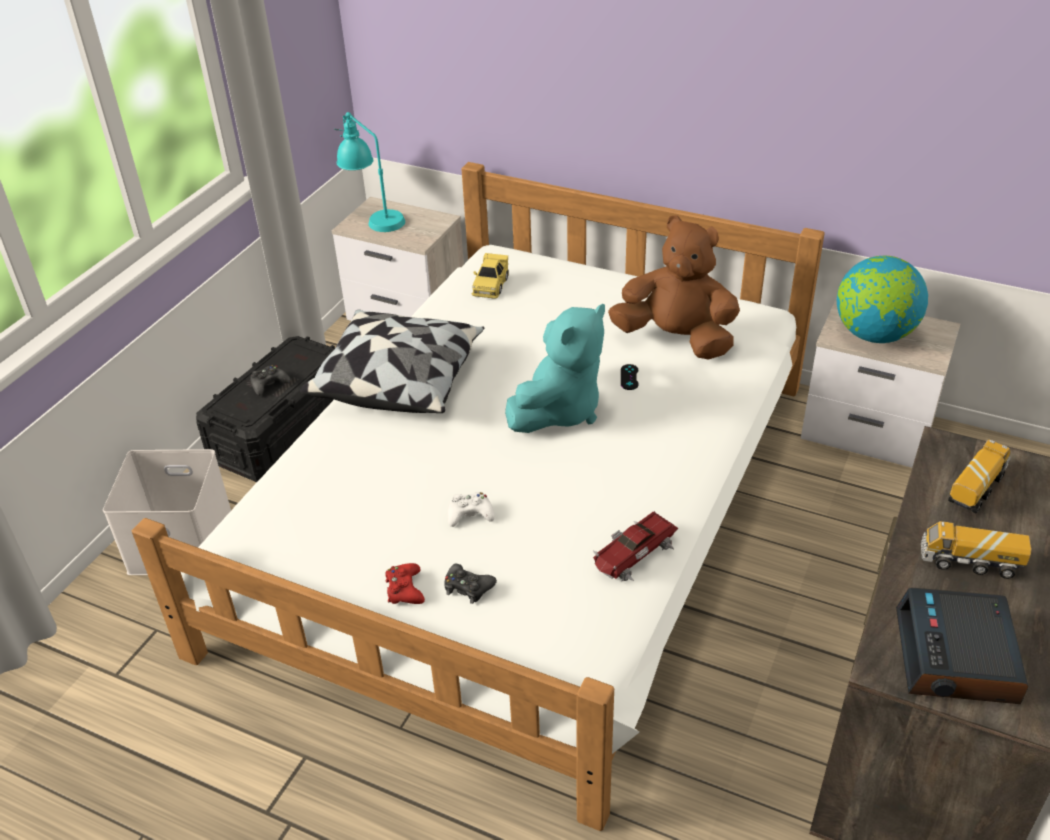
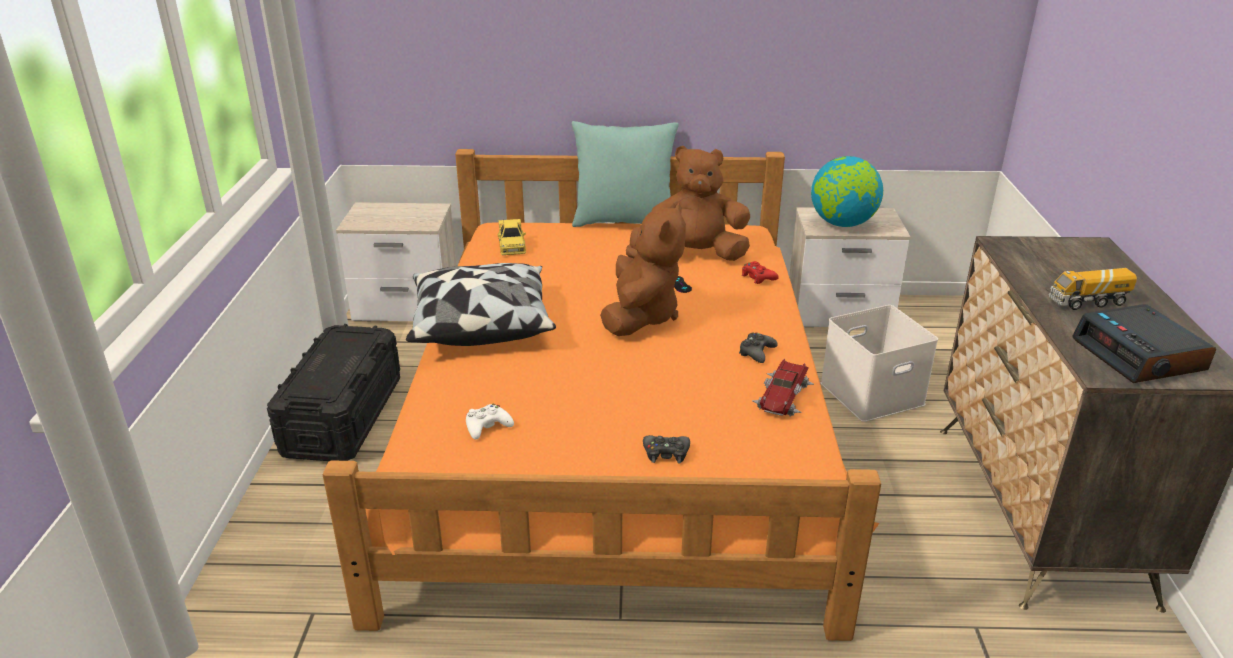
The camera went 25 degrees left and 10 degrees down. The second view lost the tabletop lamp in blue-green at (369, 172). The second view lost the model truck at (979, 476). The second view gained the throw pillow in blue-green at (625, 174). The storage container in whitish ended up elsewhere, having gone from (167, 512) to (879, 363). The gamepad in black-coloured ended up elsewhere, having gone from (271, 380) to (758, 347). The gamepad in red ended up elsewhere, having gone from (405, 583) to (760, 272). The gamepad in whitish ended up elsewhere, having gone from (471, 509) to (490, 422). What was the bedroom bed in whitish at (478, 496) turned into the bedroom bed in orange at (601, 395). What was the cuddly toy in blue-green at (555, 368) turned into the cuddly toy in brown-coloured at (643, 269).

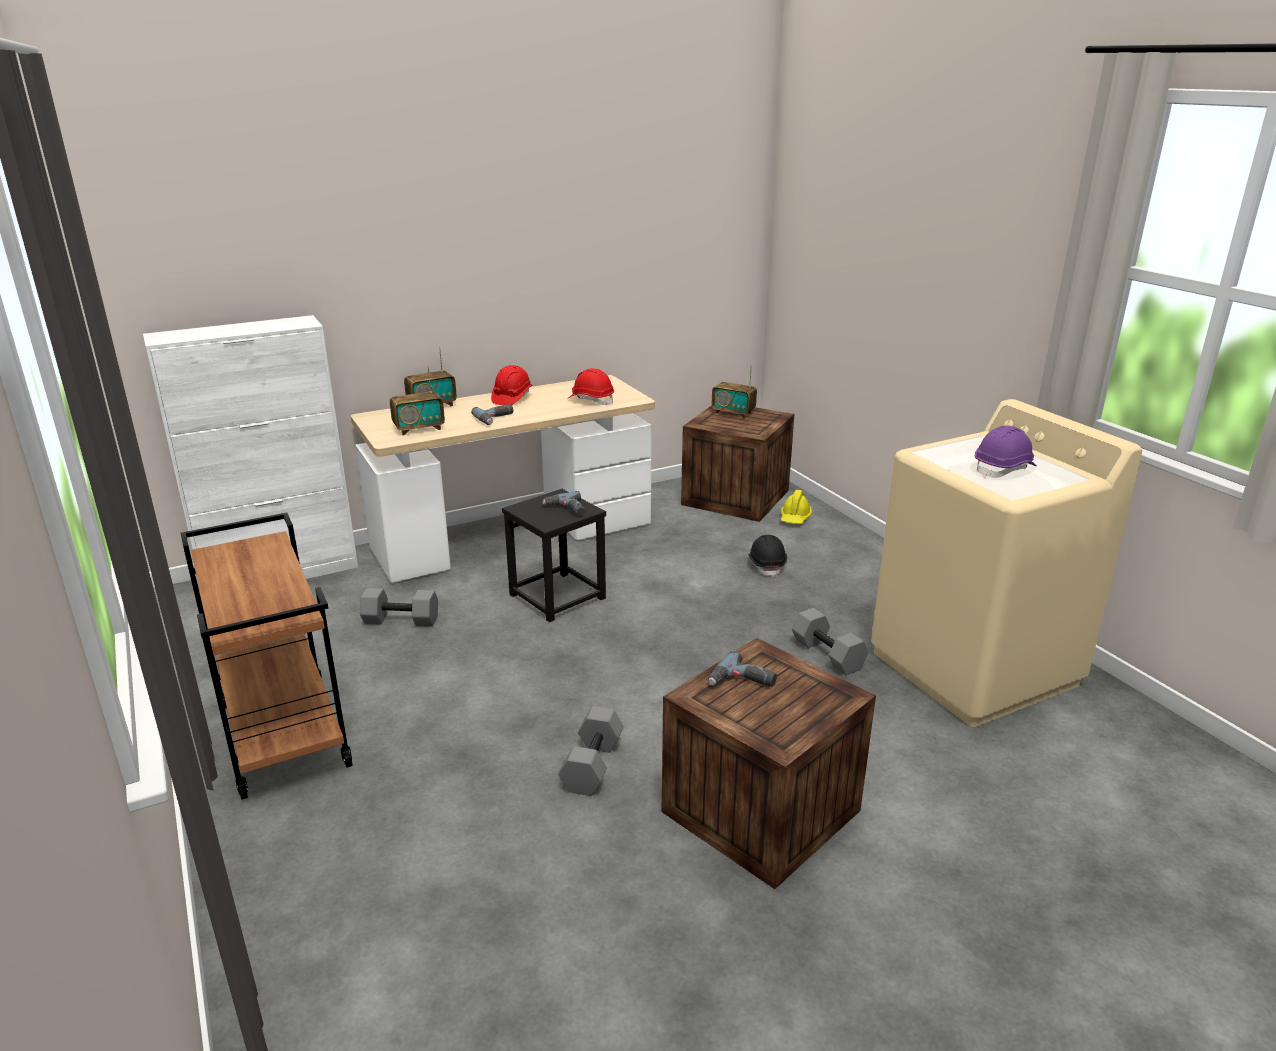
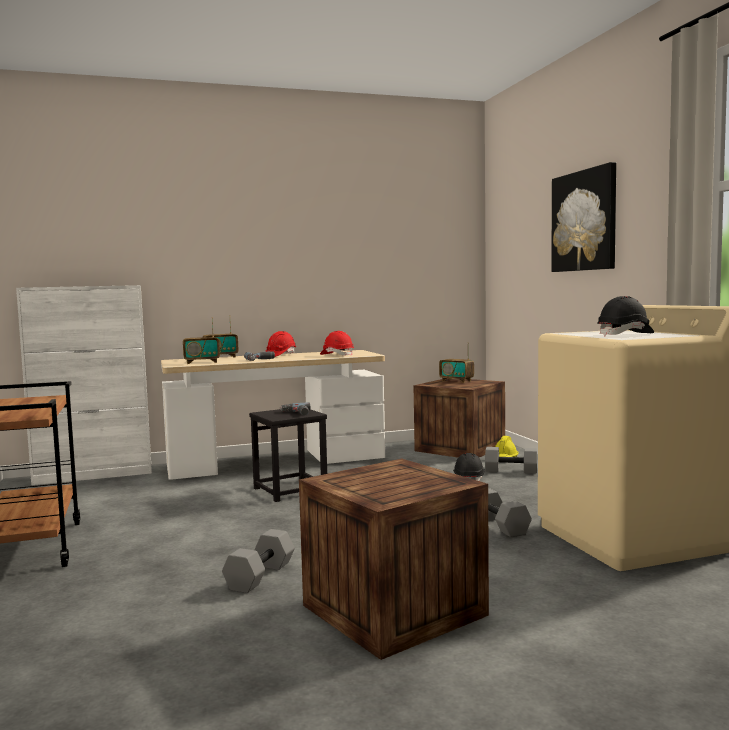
The camera went 10 degrees right and 20 degrees down. The second view lost the drill at (742, 668). The second view gained the picture at (583, 217). The dumbbell in grey ended up elsewhere, having gone from (399, 607) to (511, 460). What was the safety helmet in purplish at (1006, 452) turned into the safety helmet in black-coloured at (625, 316).

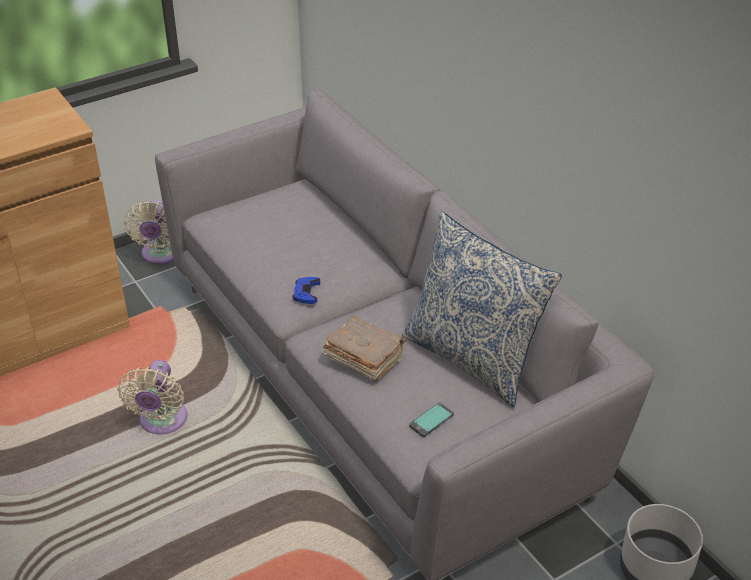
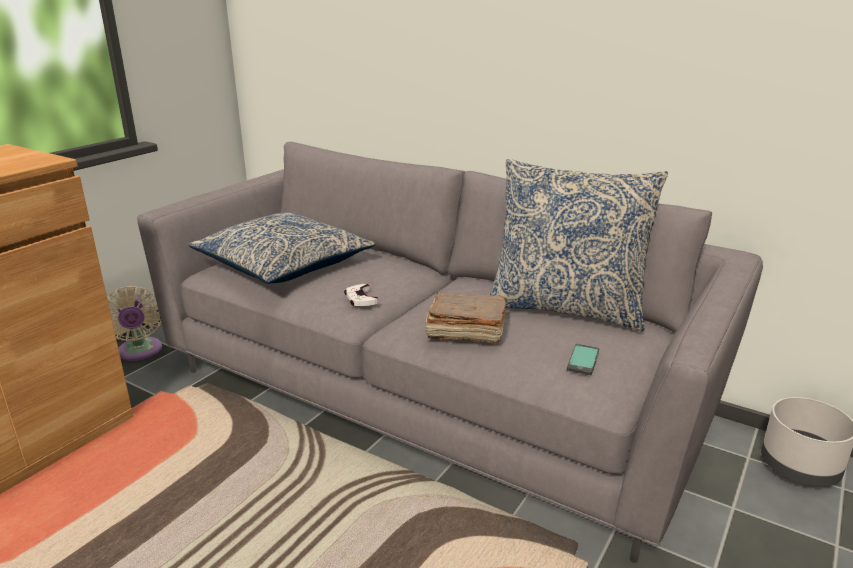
The camera went 25 degrees left and 15 degrees down. The second view lost the electric fan in sand-coloured at (152, 397). The second view gained the throw pillow at (282, 248). What was the gamepad in blue at (306, 290) turned into the gamepad in whitish at (361, 295).

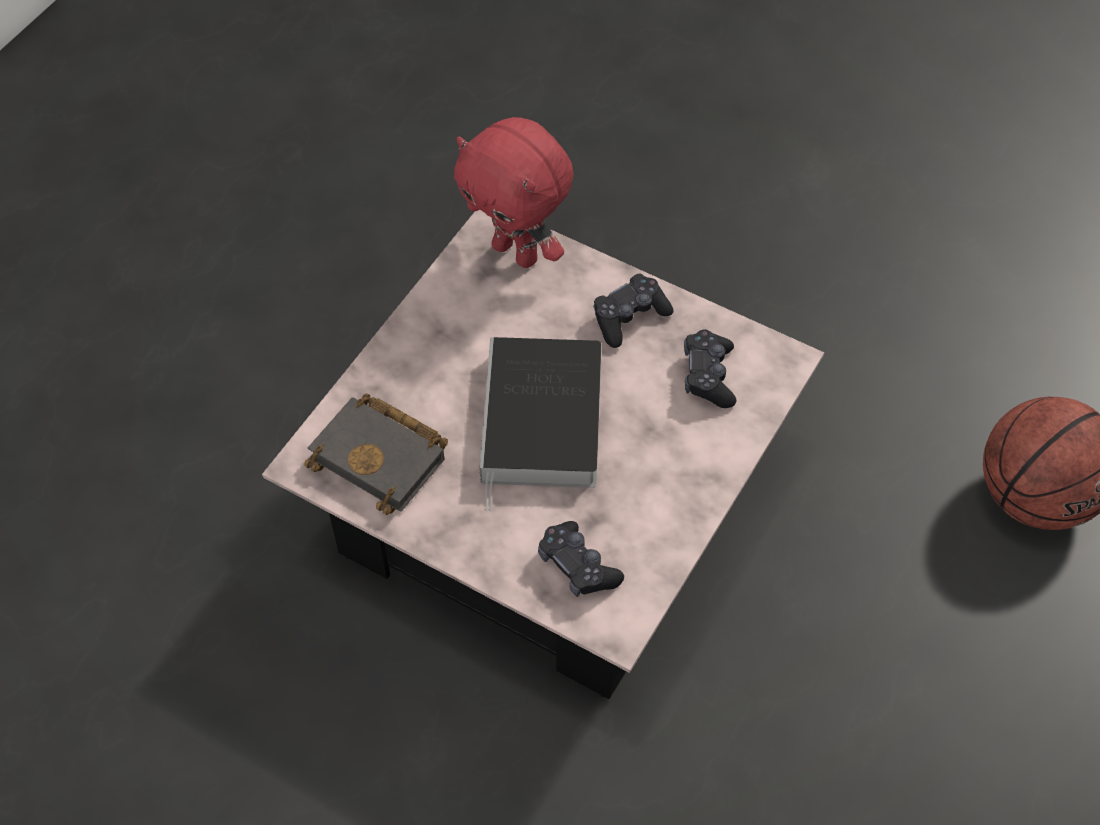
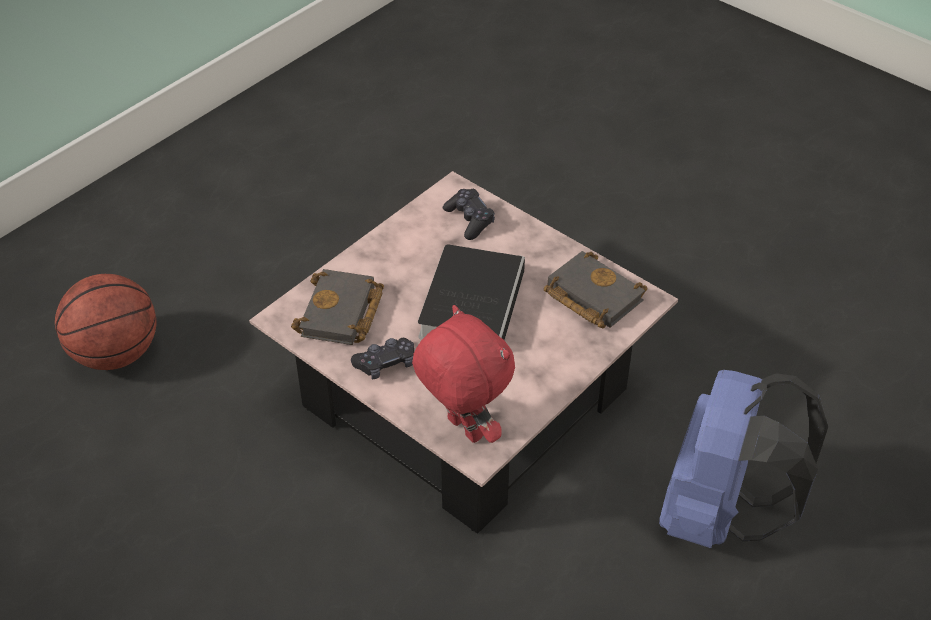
The camera went 170 degrees left and 10 degrees down. The second view gained the knapsack in blue at (743, 459). Where the gamepad in black-coloured stood at (710, 368), the bound book in black-coloured came to stand at (337, 307).

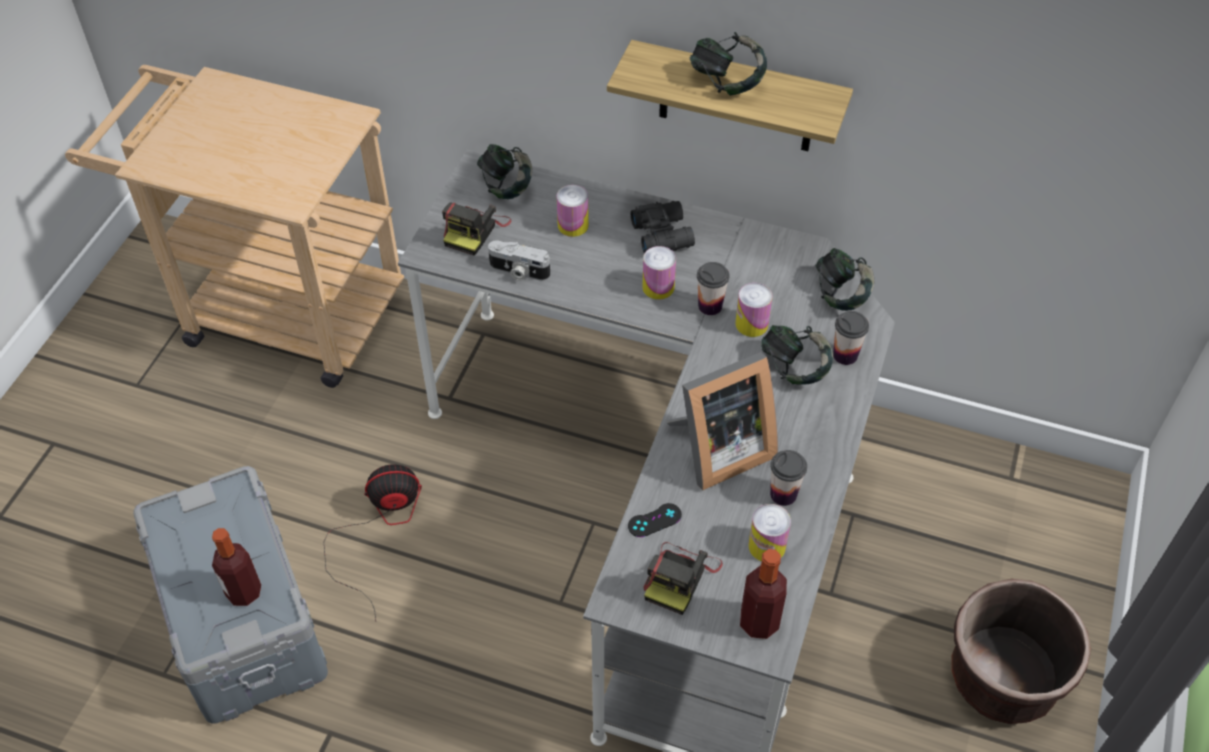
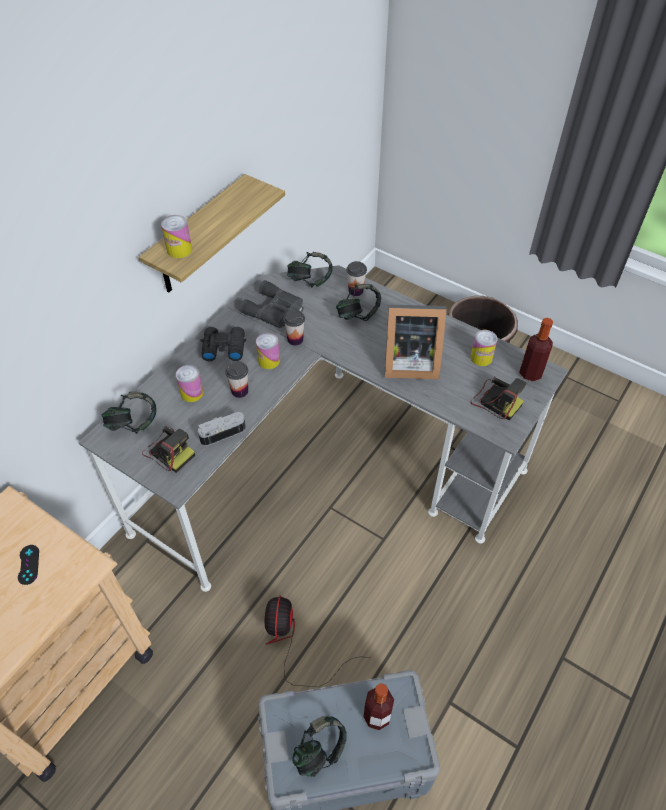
The camera went 75 degrees left and 0 degrees up. The second view gained the field glasses in grey at (271, 304). The gamepad in black-coloured ended up elsewhere, having gone from (655, 520) to (28, 565). The headset ended up elsewhere, having gone from (728, 64) to (319, 746). The metal can ended up elsewhere, having gone from (754, 310) to (176, 236). The drinking cup ended up elsewhere, having gone from (788, 478) to (236, 379). The still camera at (519, 260) ended up facing another way, 150 degrees counterclockwise from before. The standing frame at (722, 421) ended up facing another way, 105 degrees clockwise from before.

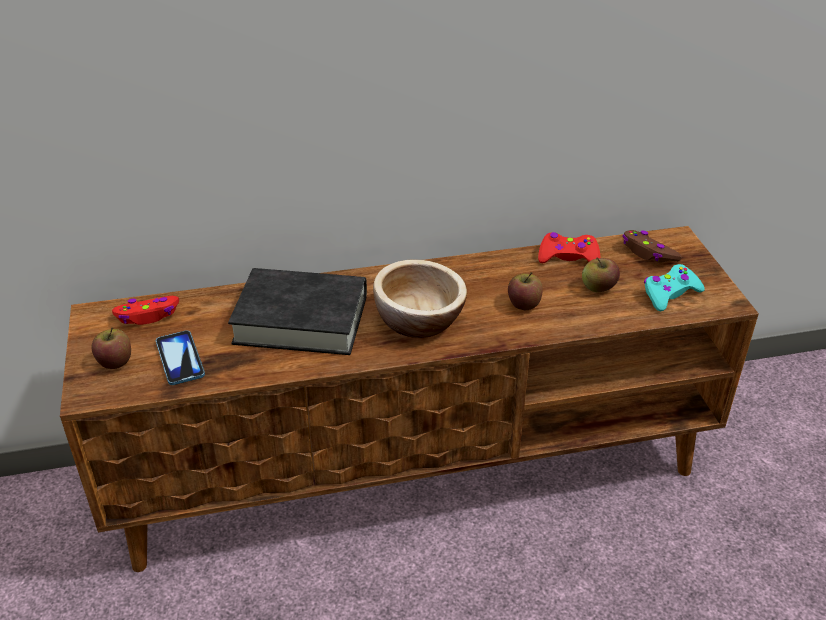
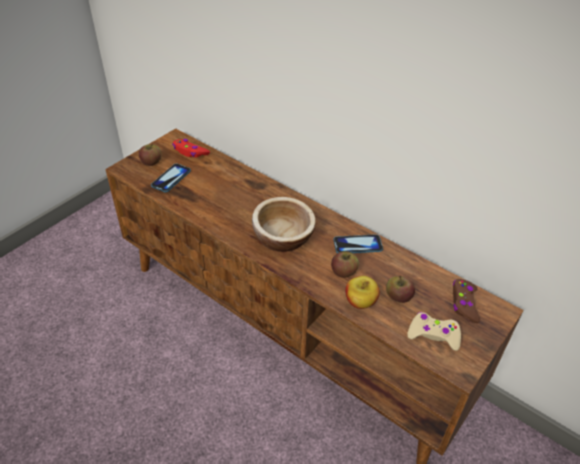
The camera went 50 degrees right and 5 degrees up. The second view lost the bound book in black-coloured at (297, 311). The second view lost the gamepad in red at (569, 247). The second view gained the telephone at (358, 243). The second view gained the whole apple at (362, 292). What was the gamepad in blue-green at (674, 287) turned into the gamepad in sand-coloured at (434, 331).

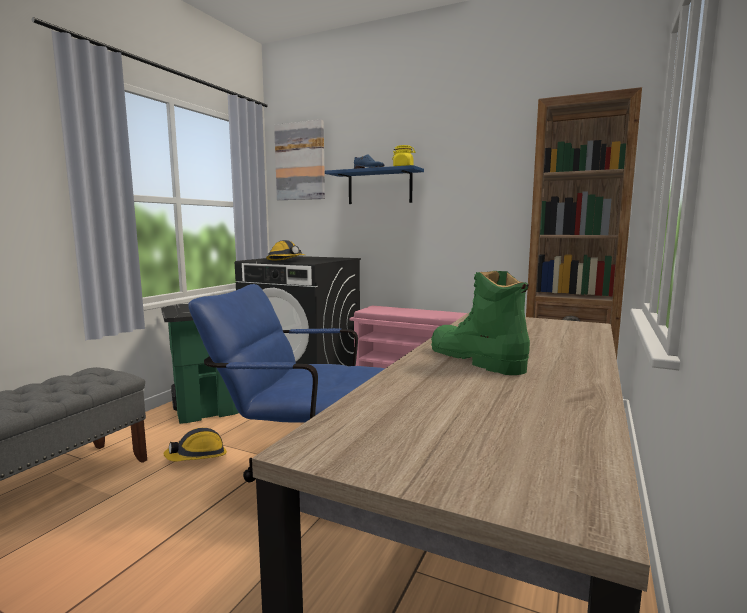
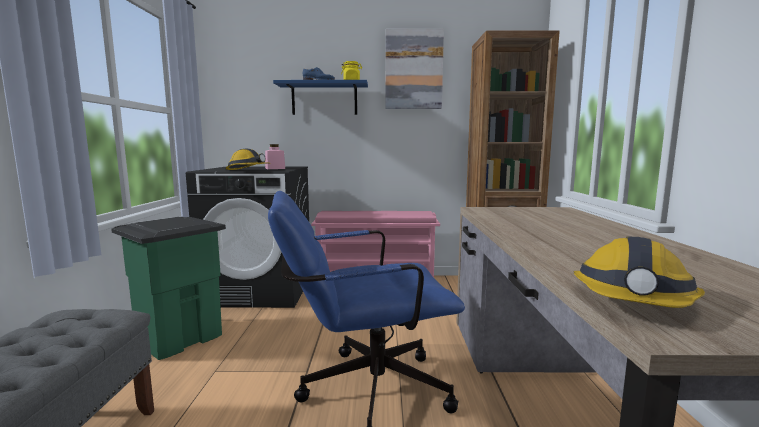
The camera went 25 degrees left and 0 degrees up. The second view lost the tall boot in green-coloured at (480, 323). The second view gained the jar in pinkish at (275, 156). The safety helmet ended up elsewhere, having gone from (195, 444) to (639, 272). The picture ended up elsewhere, having gone from (299, 159) to (415, 69).

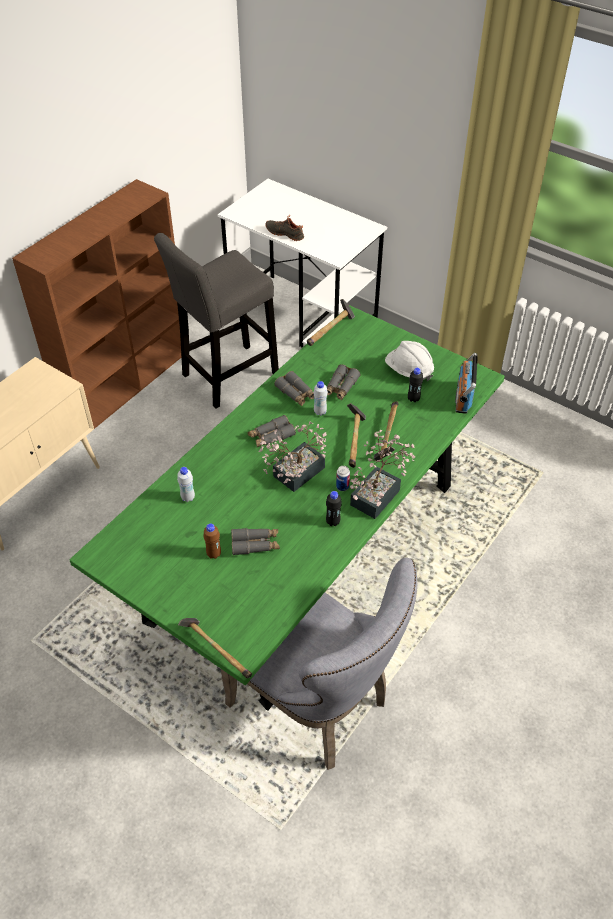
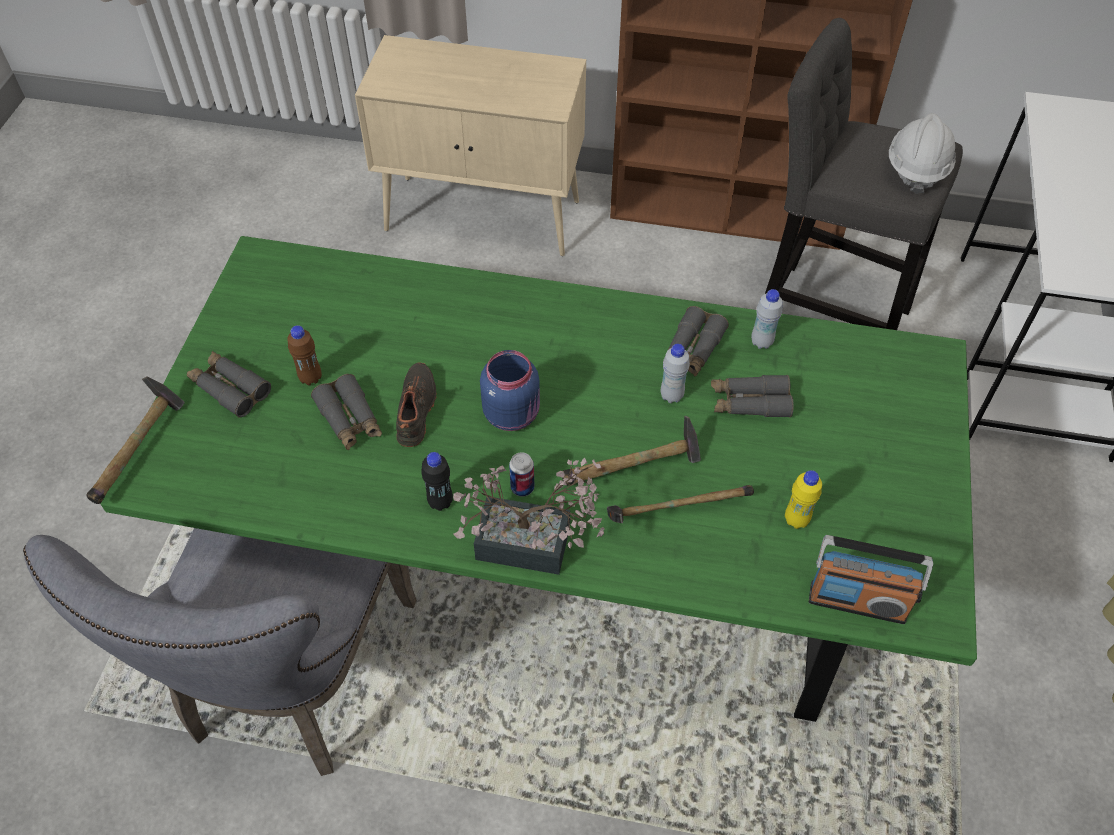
The camera went 65 degrees right and 5 degrees up. The second view lost the tool hammer at (331, 322). The bottle in whitish ended up elsewhere, having gone from (186, 484) to (767, 319). The field glasses in grey ended up elsewhere, having gone from (272, 431) to (229, 384). The item of footwear in black-coloured ended up elsewhere, having gone from (285, 228) to (416, 404). The safety helmet in whitish ended up elsewhere, having gone from (409, 361) to (922, 153). Where the potted plant stood at (292, 456), the jar in blue came to stand at (510, 390). What was the bottle in black-coloured at (415, 385) turned into the bottle in yellowish at (803, 499). The radio receiver at (466, 383) ended up facing another way, 150 degrees counterclockwise from before.

